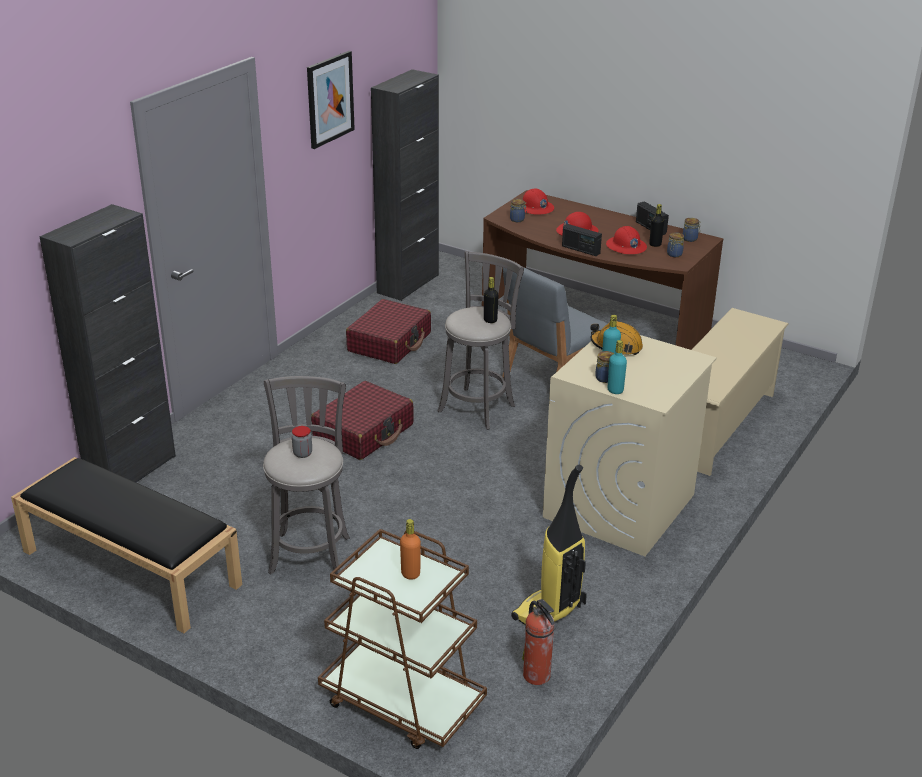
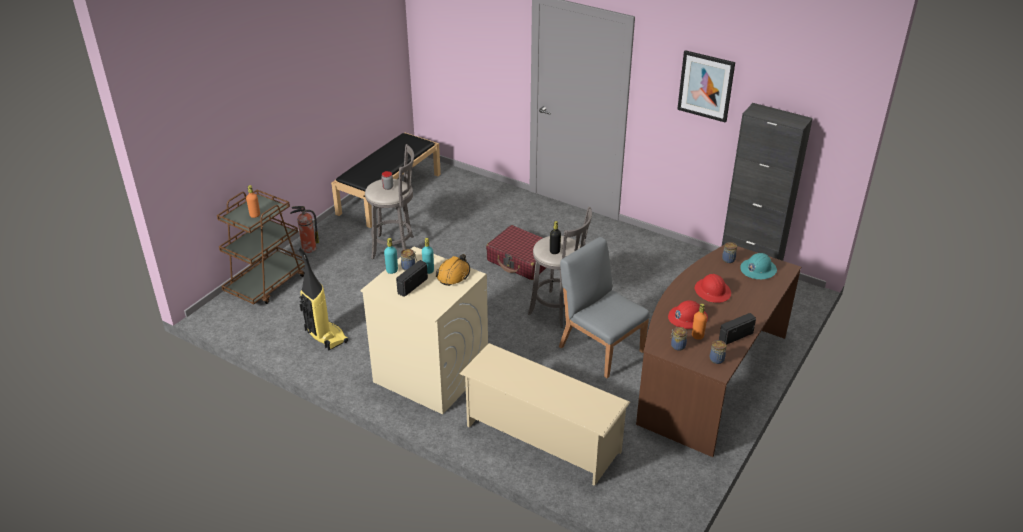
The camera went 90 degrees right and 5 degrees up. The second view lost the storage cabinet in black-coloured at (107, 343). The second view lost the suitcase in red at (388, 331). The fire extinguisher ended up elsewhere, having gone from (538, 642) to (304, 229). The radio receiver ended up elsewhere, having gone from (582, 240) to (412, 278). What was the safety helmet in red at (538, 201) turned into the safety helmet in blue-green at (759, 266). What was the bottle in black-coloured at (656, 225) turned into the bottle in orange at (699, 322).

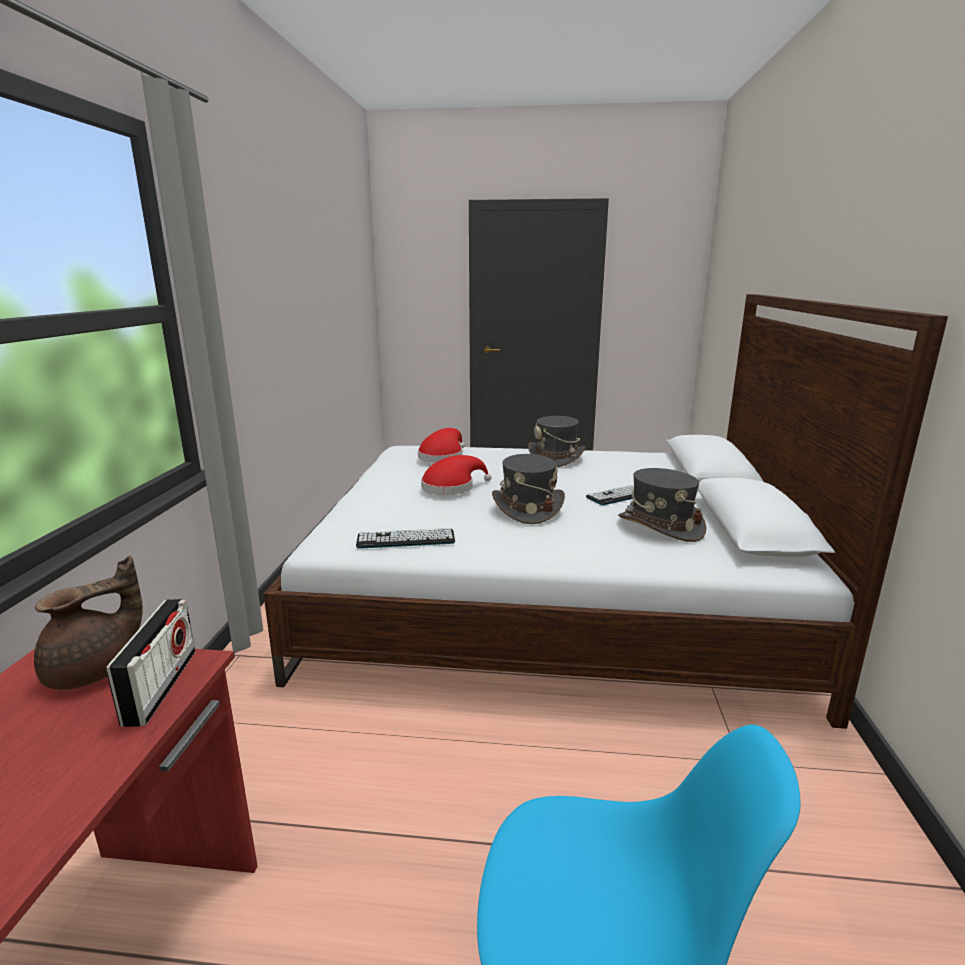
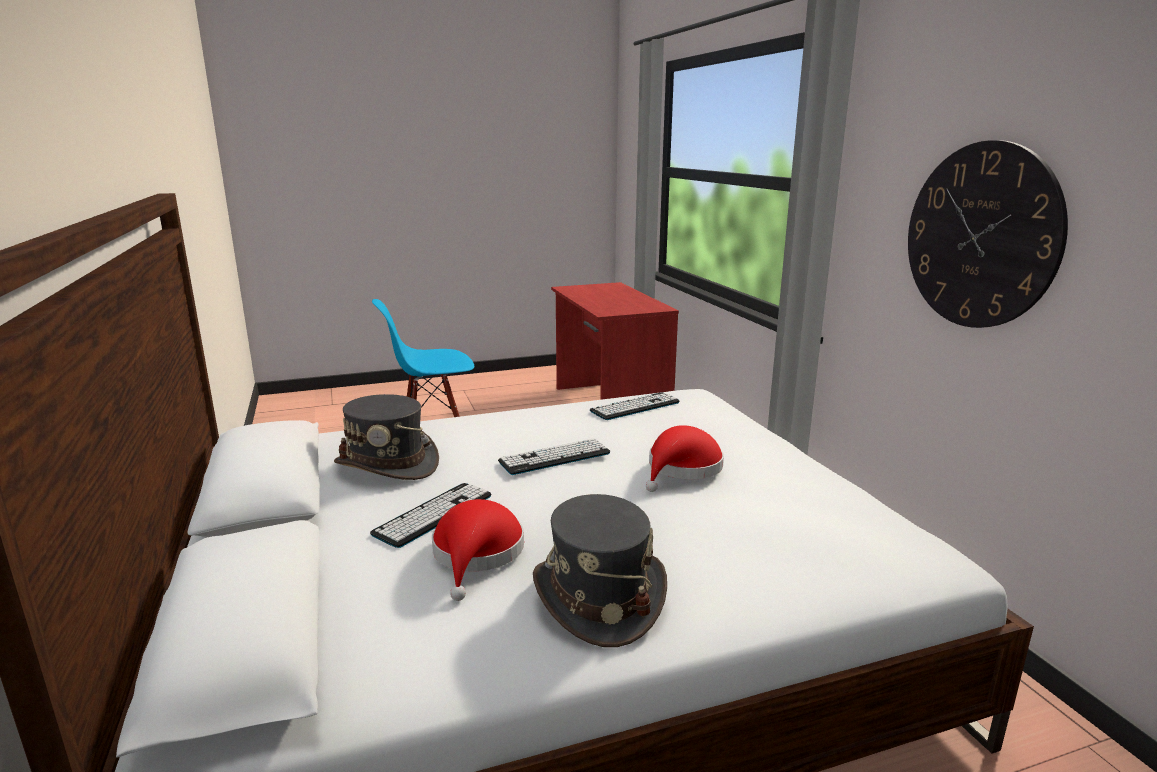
The camera went 155 degrees right and 0 degrees up. The second view lost the tea pot in brown-coloured at (88, 623). The second view lost the radio receiver at (150, 663). The second view gained the clock on the wall at (988, 234). The wearable hat in red ended up elsewhere, having gone from (441, 445) to (478, 550). Where the wearable hat in grey stood at (528, 489), the computer keyboard came to stand at (554, 456).

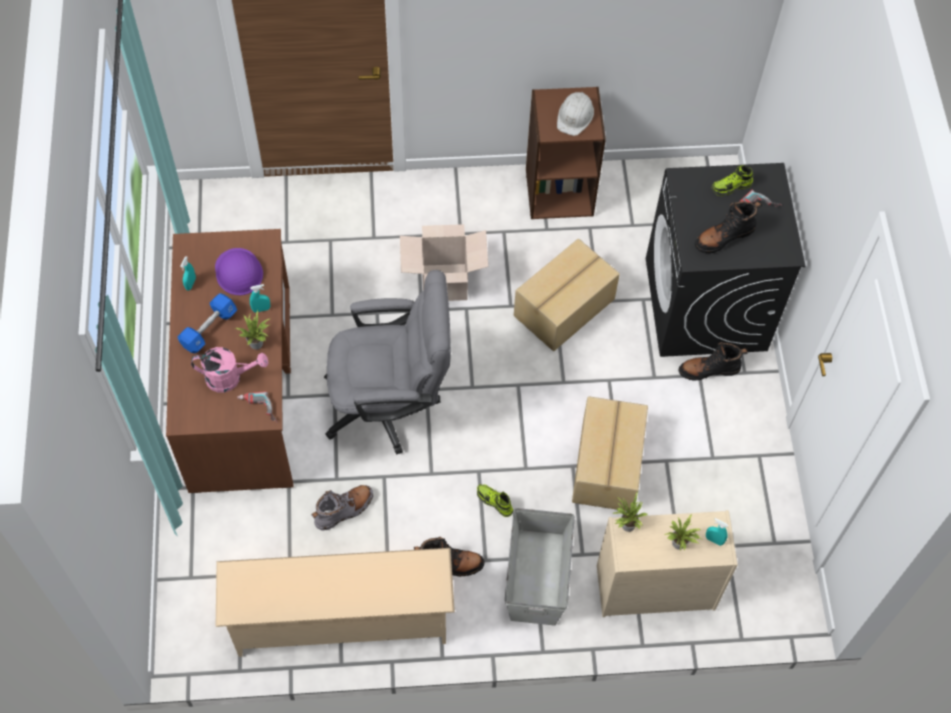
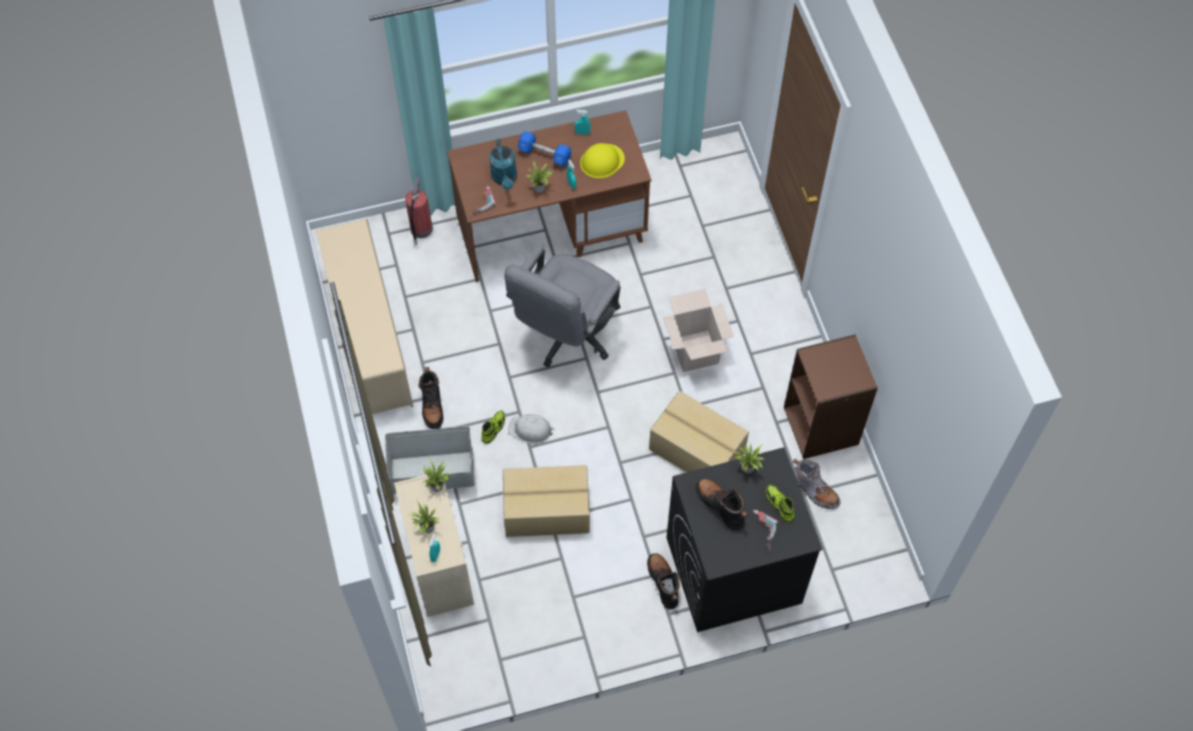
The camera went 80 degrees right and 0 degrees up. The second view gained the fire extinguisher at (419, 211). The second view gained the potted plant at (748, 458). The tall boot in grey ended up elsewhere, having gone from (342, 508) to (816, 484). The safety helmet in whitish ended up elsewhere, having gone from (575, 114) to (531, 429). What was the sprinkling can in pinkish at (229, 370) turned into the sprinkling can in blue-green at (503, 164). What was the safety helmet in purplish at (239, 271) turned into the safety helmet in yellowish at (602, 161). The computer chair in grey at (387, 362) ended up facing another way, 45 degrees clockwise from before.

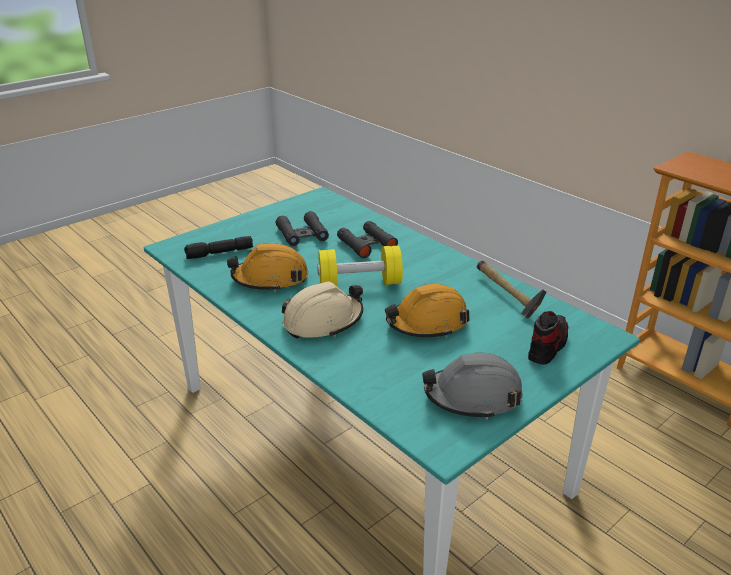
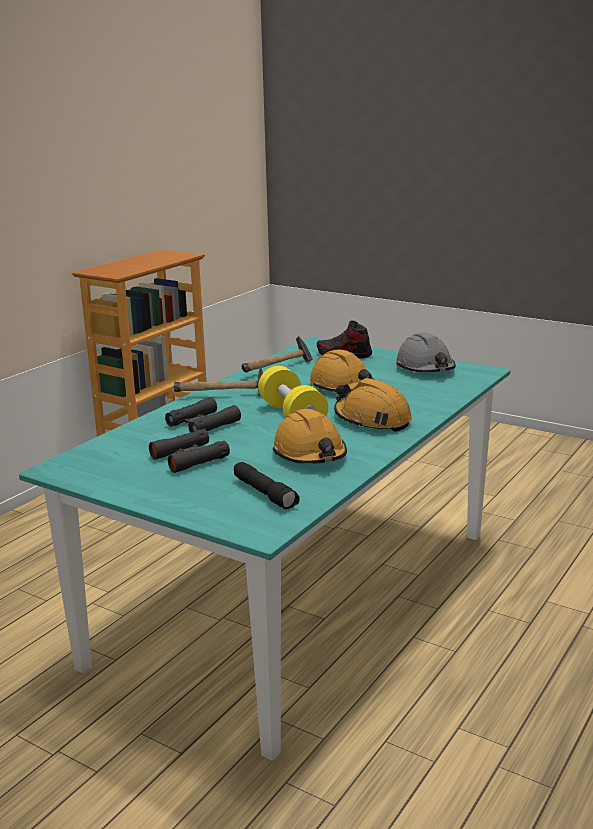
The camera went 105 degrees left and 10 degrees down. The second view gained the tool hammer at (218, 381). What was the safety helmet in sand-coloured at (322, 309) turned into the safety helmet in orange at (373, 405).

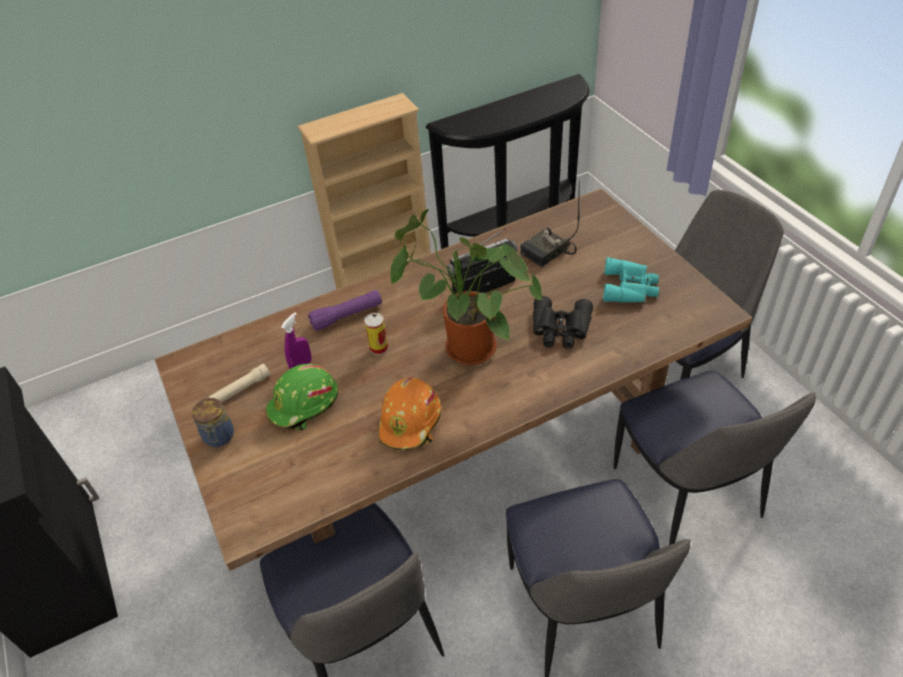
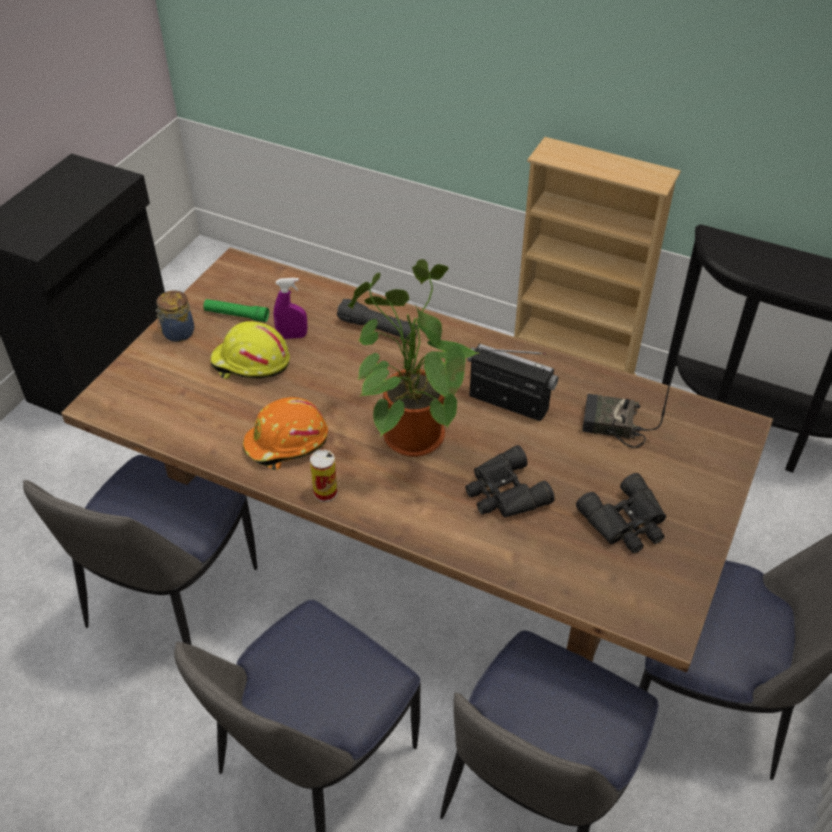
The camera went 50 degrees right and 0 degrees up. The metal can ended up elsewhere, having gone from (376, 334) to (323, 475). What was the flashlight in sand-coloured at (239, 383) turned into the flashlight in green-coloured at (236, 310). What was the safety helmet in green-coloured at (302, 397) turned into the safety helmet in yellowish at (250, 350). What was the flashlight in purplish at (345, 310) turned into the flashlight in black-coloured at (377, 319). What was the field glasses in blue-green at (631, 280) turned into the field glasses in black-coloured at (621, 513).

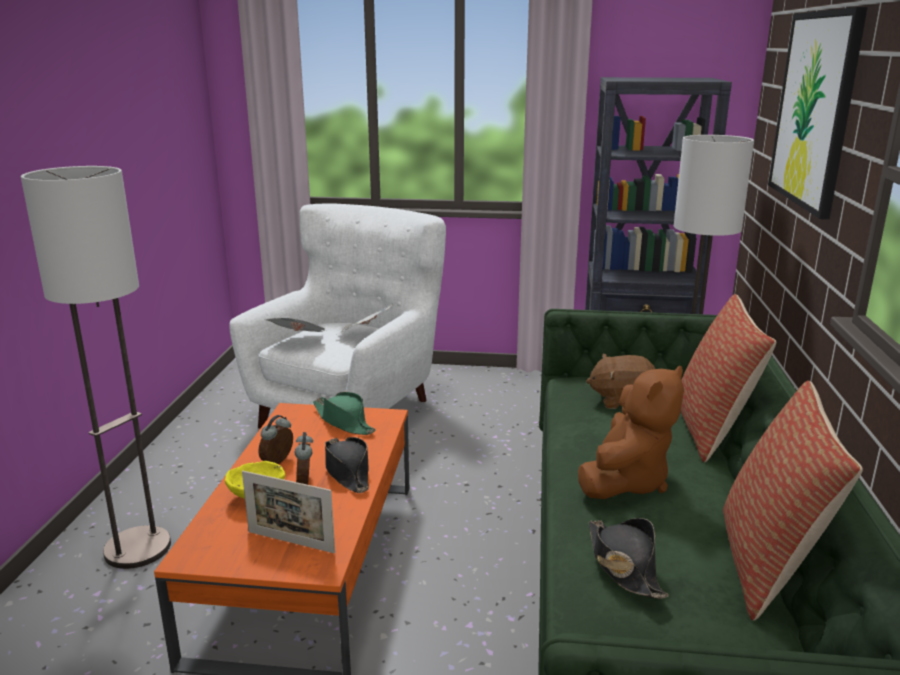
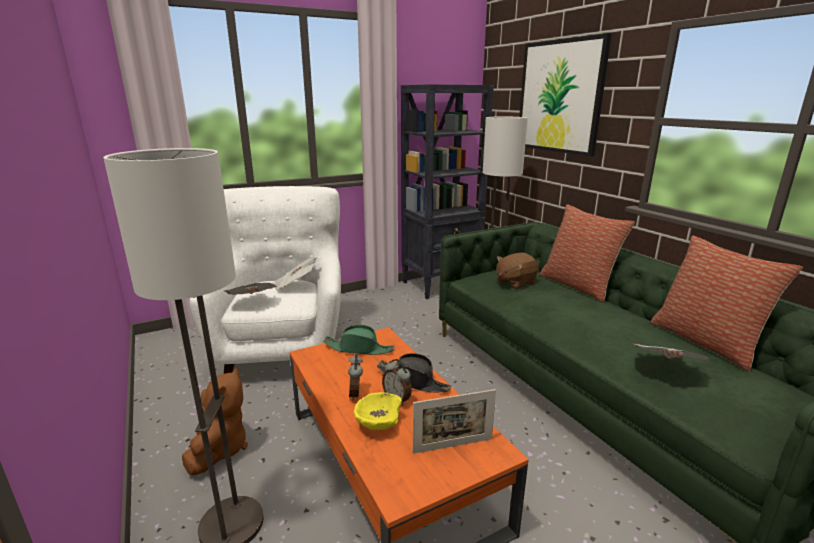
The camera went 35 degrees left and 0 degrees up. The cuddly toy in brown-coloured ended up elsewhere, having gone from (631, 432) to (215, 421). Where the wearable hat in black-coloured stood at (629, 558), the printed paper came to stand at (672, 352).

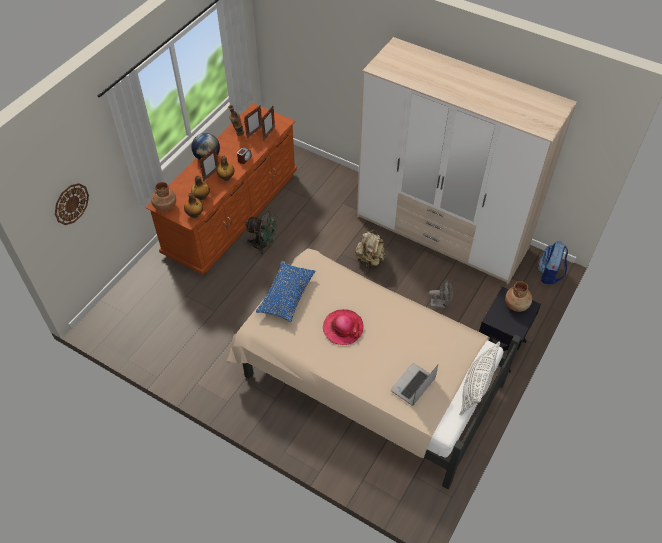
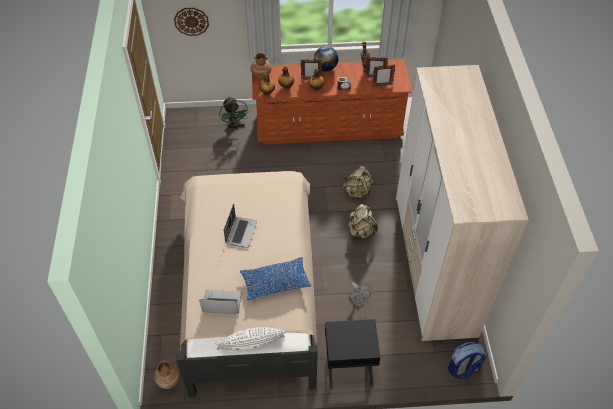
The camera went 55 degrees right and 0 degrees up. The second view gained the knapsack in sand-coloured at (358, 183). The electric fan in green-coloured ended up elsewhere, having gone from (261, 232) to (234, 114). The throw pillow in blue ended up elsewhere, having gone from (285, 291) to (275, 279). The vase in brown-coloured ended up elsewhere, having gone from (518, 296) to (167, 375). Where the wearable hat stood at (343, 327), the laptop came to stand at (240, 226).

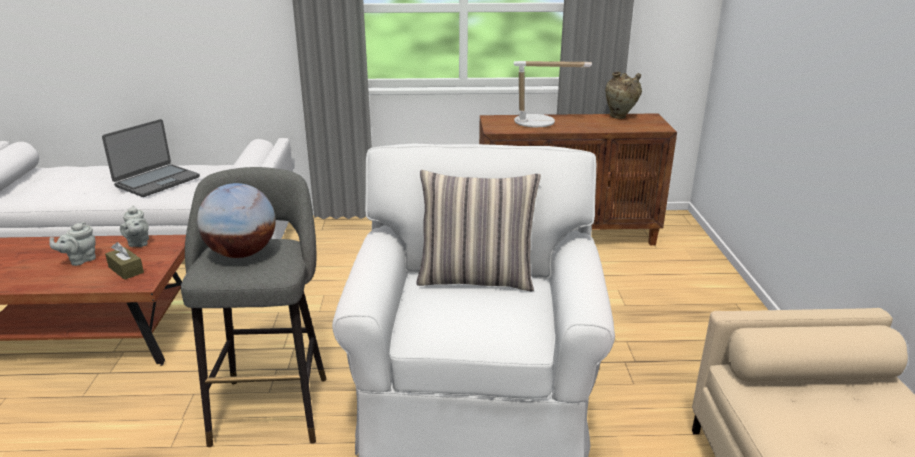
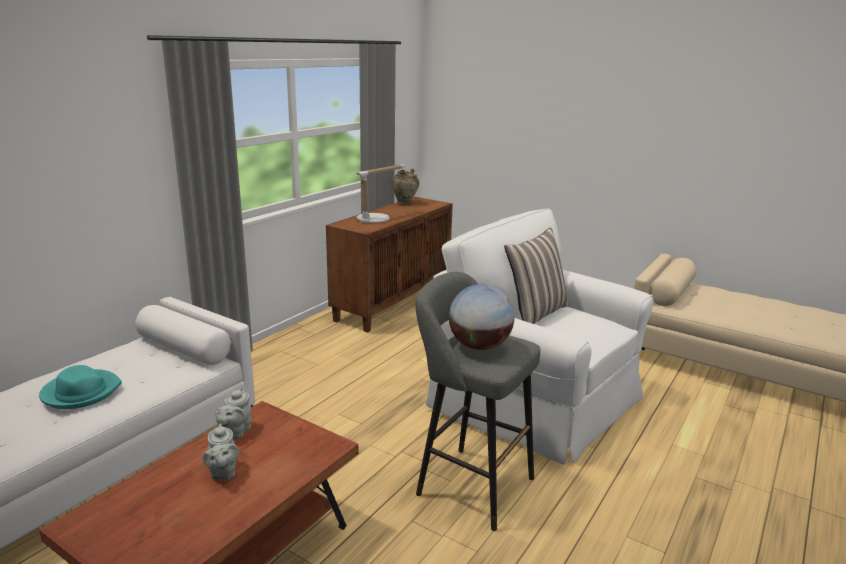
The camera went 55 degrees left and 5 degrees down. The second view lost the tissue box in brown-coloured at (124, 261). Where the laptop stood at (151, 158), the wearable hat in blue-green came to stand at (80, 387). The tea pot in grey at (134, 226) ended up facing another way, 90 degrees clockwise from before.

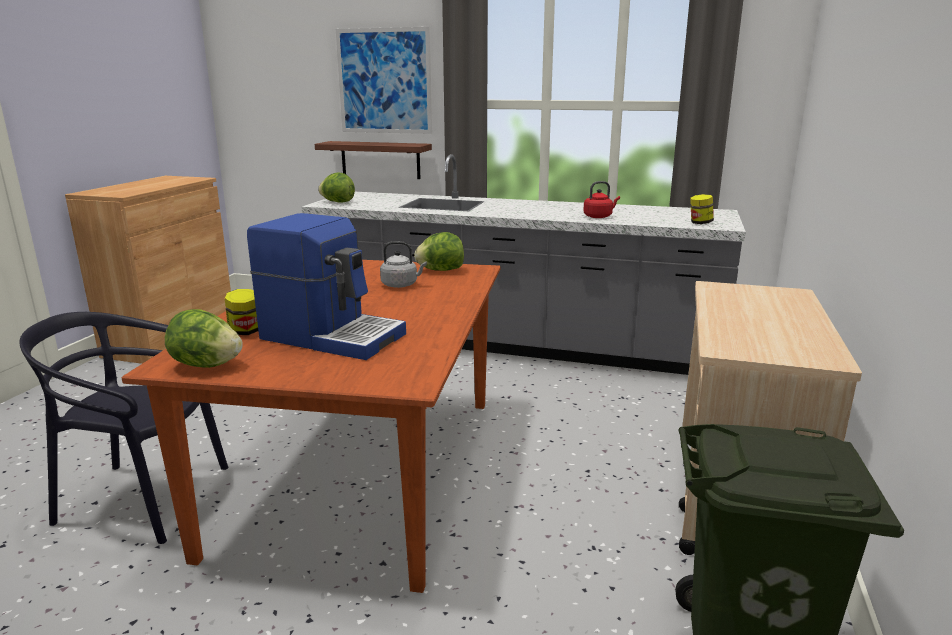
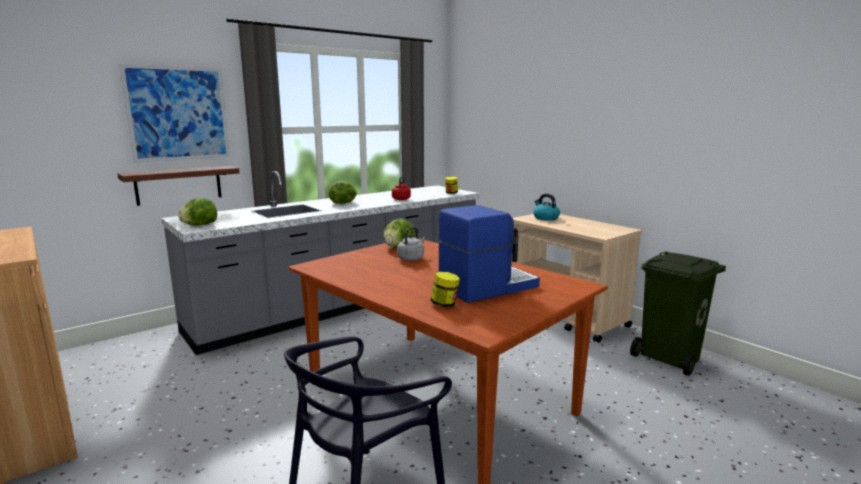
The camera went 55 degrees left and 5 degrees down. The second view gained the tea kettle at (546, 207). The head of lettuce ended up elsewhere, having gone from (204, 338) to (343, 192).

